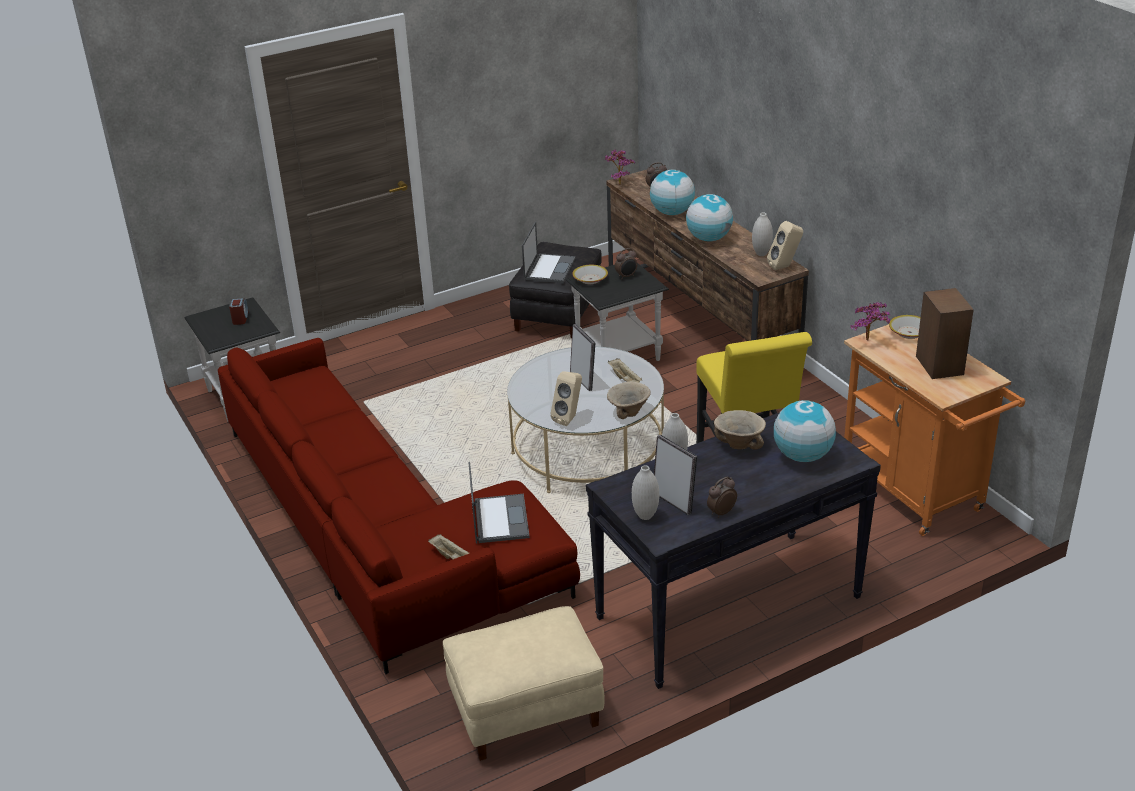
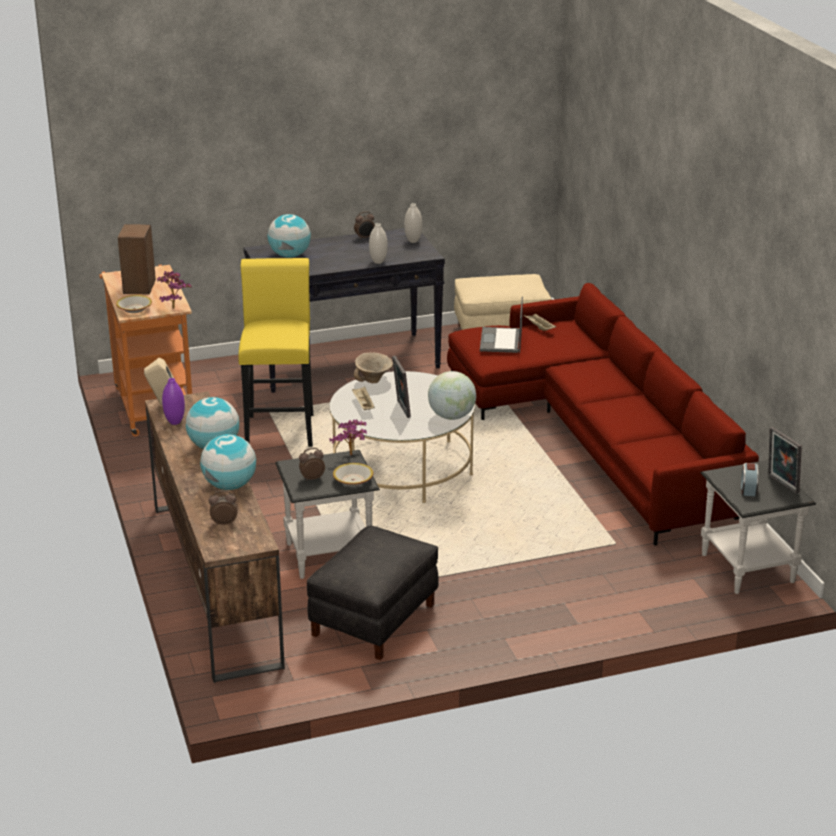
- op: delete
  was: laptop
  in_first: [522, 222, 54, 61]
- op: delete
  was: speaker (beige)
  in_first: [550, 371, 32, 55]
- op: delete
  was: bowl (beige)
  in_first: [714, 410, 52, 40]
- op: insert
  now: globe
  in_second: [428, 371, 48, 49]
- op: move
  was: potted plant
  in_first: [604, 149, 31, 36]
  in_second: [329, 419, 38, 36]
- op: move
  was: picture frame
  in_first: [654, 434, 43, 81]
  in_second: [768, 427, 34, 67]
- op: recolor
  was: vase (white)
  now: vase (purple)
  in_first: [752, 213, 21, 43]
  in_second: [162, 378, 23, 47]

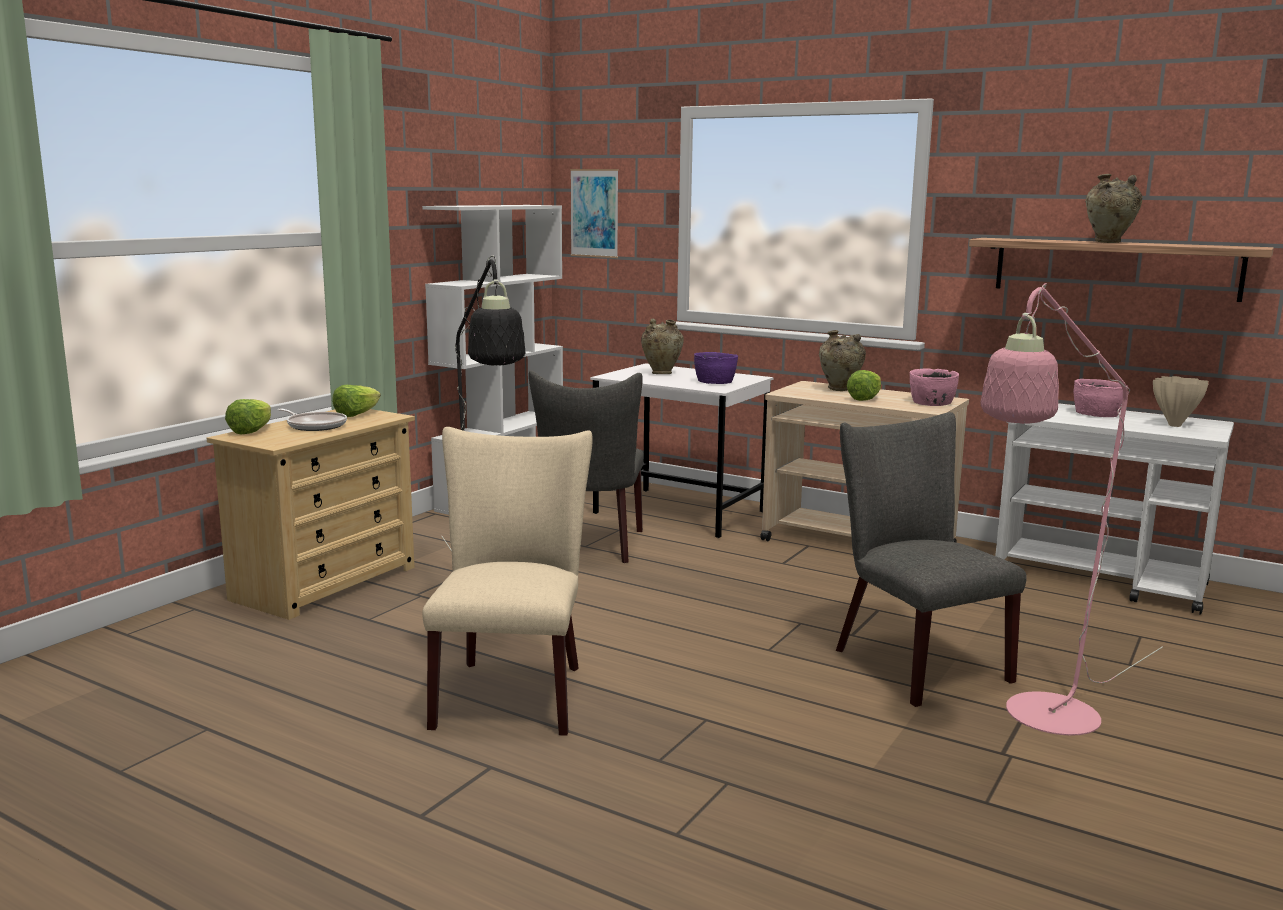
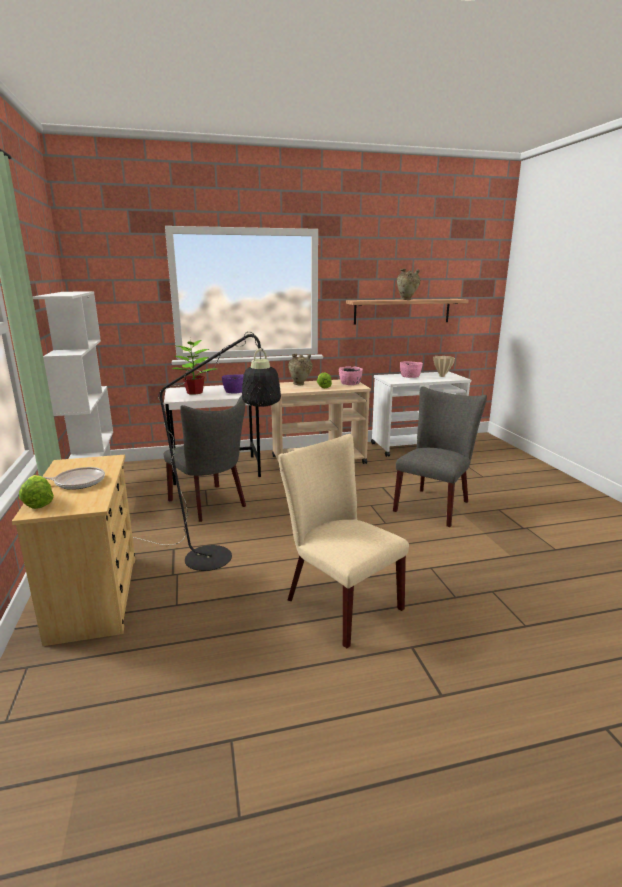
- op: delete
  was: lettuce
  in_first: [332, 385, 49, 32]
- op: delete
  was: picture
  in_first: [570, 169, 49, 89]
- op: delete
  was: floor lamp (pink)
  in_first: [980, 283, 183, 453]
- op: replace
  was: vase (beige)
  now: potted plant
  in_first: [641, 319, 43, 55]
  in_second: [172, 338, 45, 57]
- op: rotate
  was: chair (grey)
  in_first: [836, 412, 191, 295]
  in_second: [393, 386, 94, 141]
  clockwise: 105

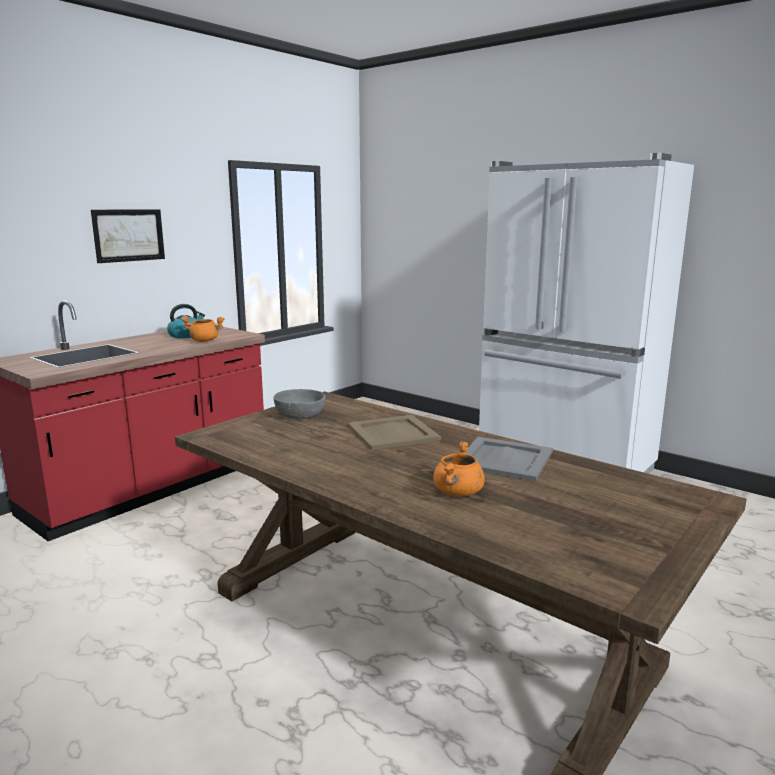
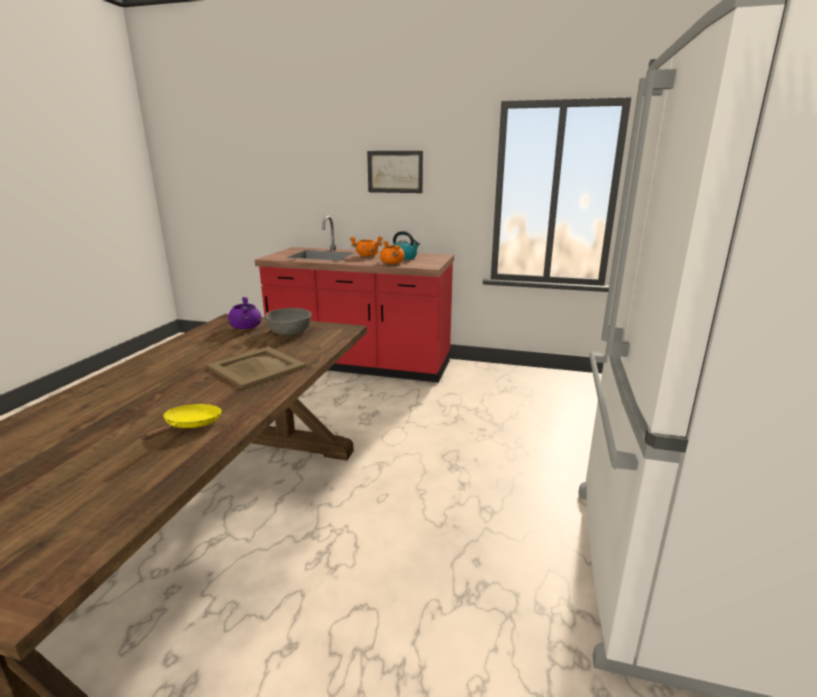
- op: insert
  now: cooking pot (purple)
  in_second: [228, 297, 34, 32]
- op: move
  was: cooking pot (orange)
  in_first: [433, 442, 52, 54]
  in_second: [350, 236, 33, 21]
- op: replace
  was: tray (grey)
  now: frying pan (yellow)
  in_first: [466, 437, 87, 44]
  in_second: [140, 404, 82, 36]

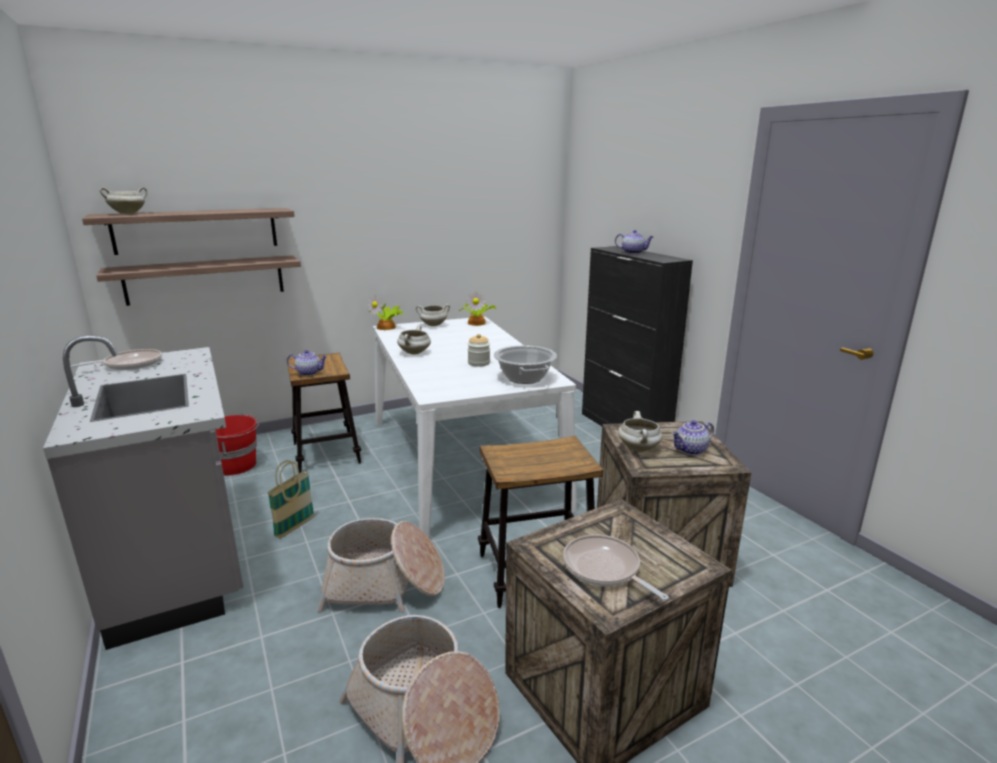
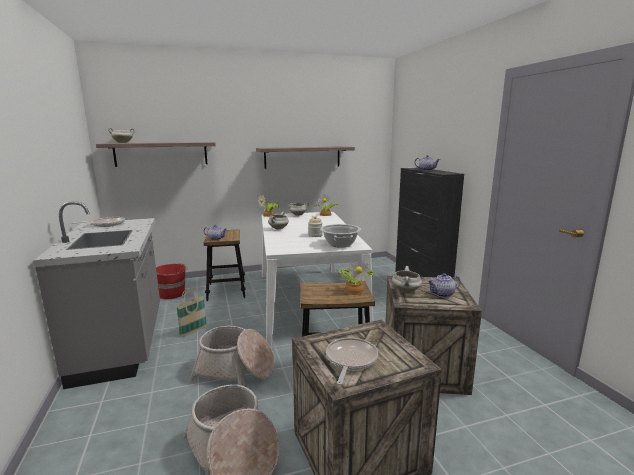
- op: insert
  now: potted plant
  in_second: [338, 259, 36, 36]
- op: move
  was: shelf
  in_first: [96, 255, 205, 51]
  in_second: [256, 146, 99, 23]
- op: rotate
  was: frying pan
  in_first: [563, 535, 106, 65]
  in_second: [326, 338, 52, 47]
  clockwise: 45

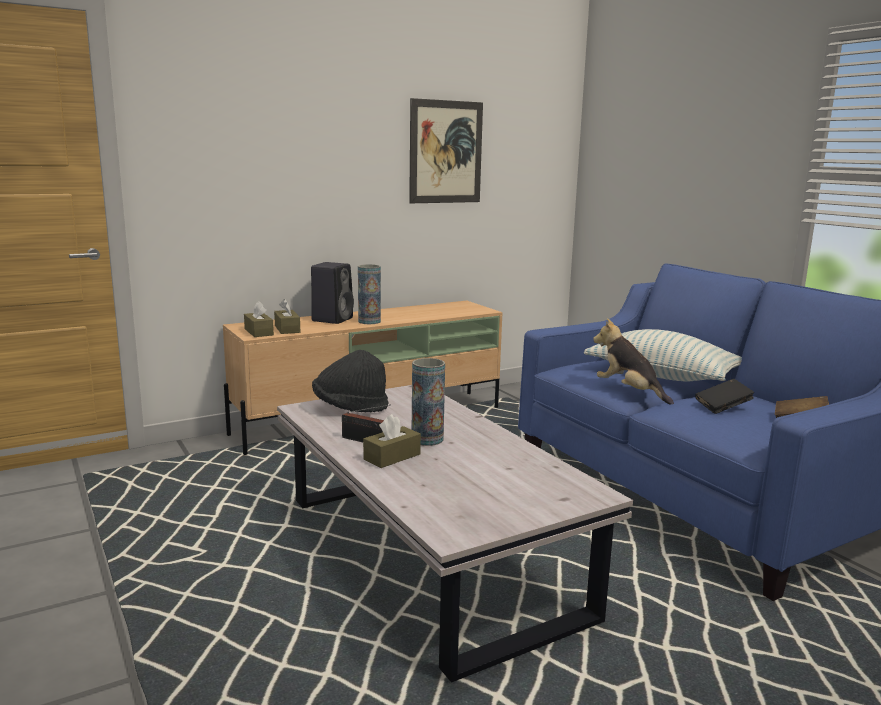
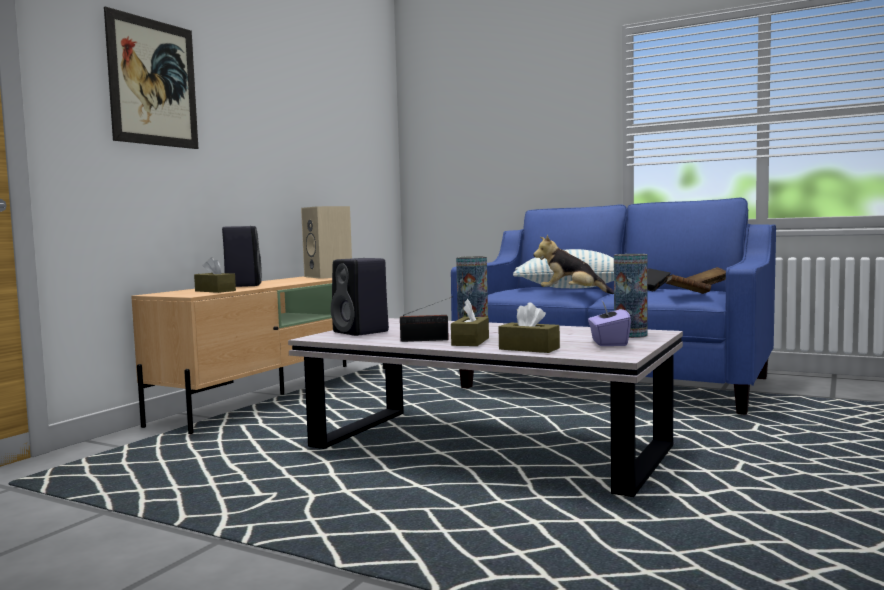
- op: insert
  now: speaker (beige)
  in_second: [301, 206, 51, 73]
- op: insert
  now: tissue box (purple)
  in_second: [588, 301, 43, 45]
- op: insert
  now: book (brown)
  in_second: [666, 274, 45, 20]
- op: move
  was: tissue box (brown)
  in_first: [244, 301, 30, 36]
  in_second: [498, 302, 62, 51]
- op: move
  was: vase
  in_first: [358, 264, 23, 60]
  in_second: [614, 254, 34, 84]
- op: move
  was: picture
  in_first: [409, 98, 74, 105]
  in_second: [104, 6, 94, 143]
- op: replace
  was: hat (black)
  now: speaker (black)
  in_first: [312, 350, 77, 62]
  in_second: [331, 258, 58, 78]

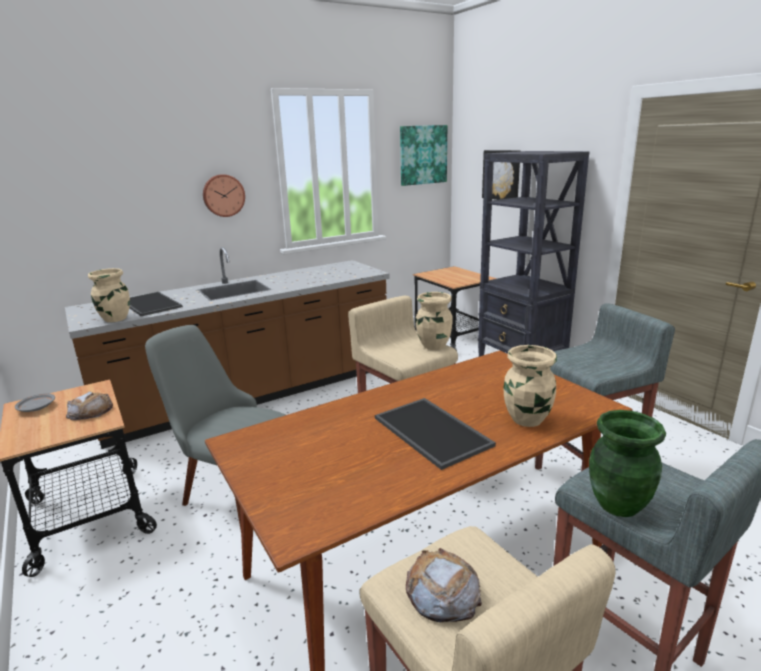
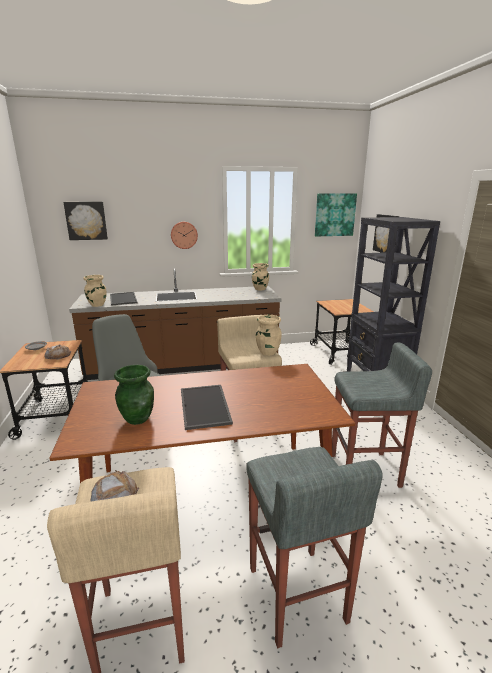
- op: insert
  now: picture
  in_second: [63, 202, 45, 38]
- op: move
  was: vase (beige)
  in_first: [503, 345, 54, 82]
  in_second: [252, 263, 17, 28]
- op: move
  was: vase (green)
  in_first: [589, 410, 77, 107]
  in_second: [114, 365, 40, 60]

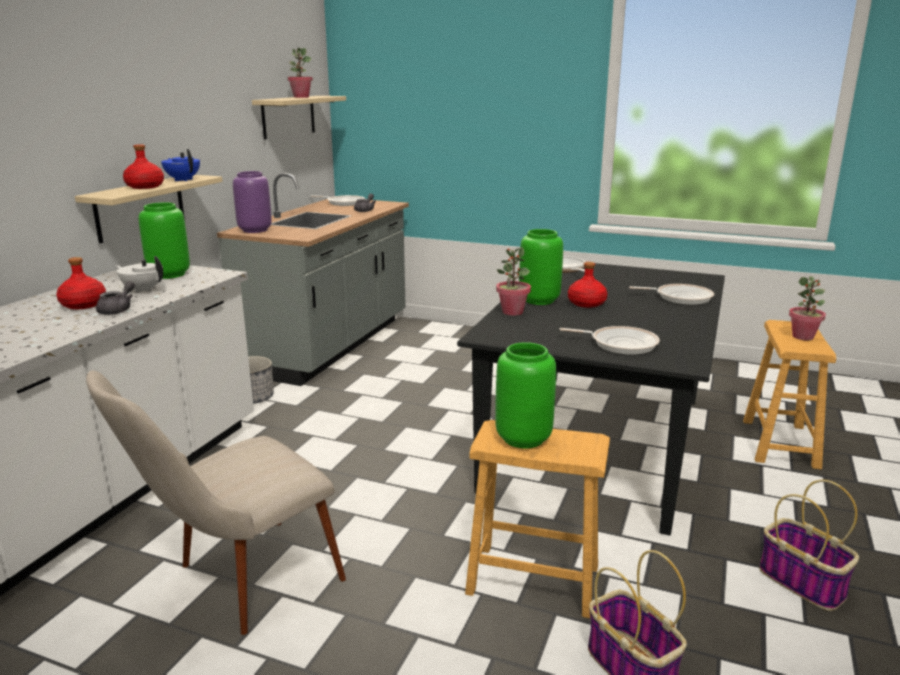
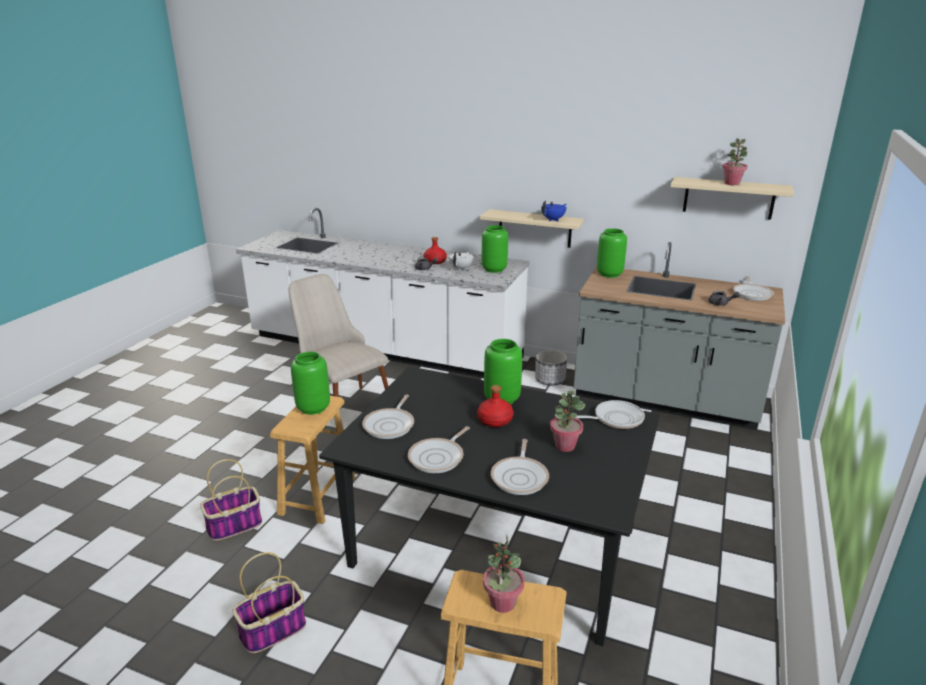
- op: delete
  was: bottle (red)
  in_first: [123, 144, 41, 45]
- op: insert
  now: frying pan
  in_second: [408, 426, 62, 47]
- op: move
  was: potted plant
  in_first: [496, 247, 35, 68]
  in_second: [550, 390, 35, 62]
- op: recolor
  was: vase (purple)
  now: vase (green)
  in_first: [233, 171, 39, 62]
  in_second: [597, 228, 30, 50]

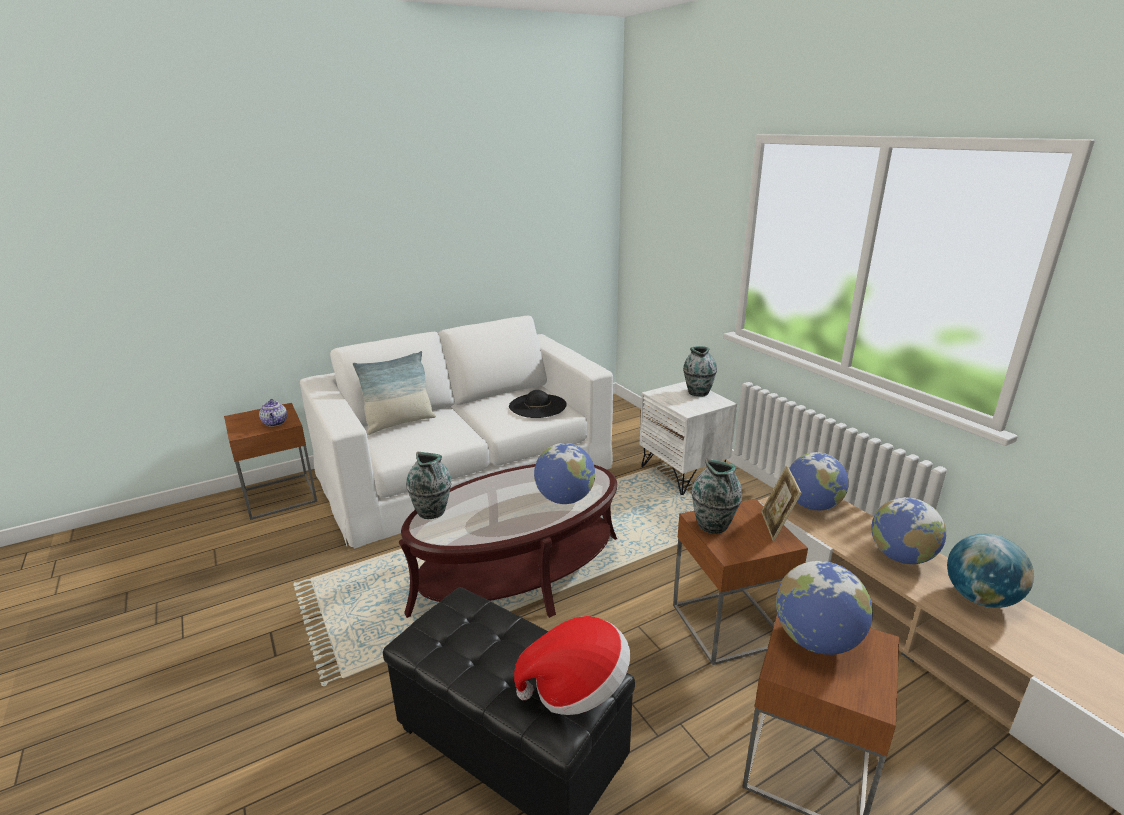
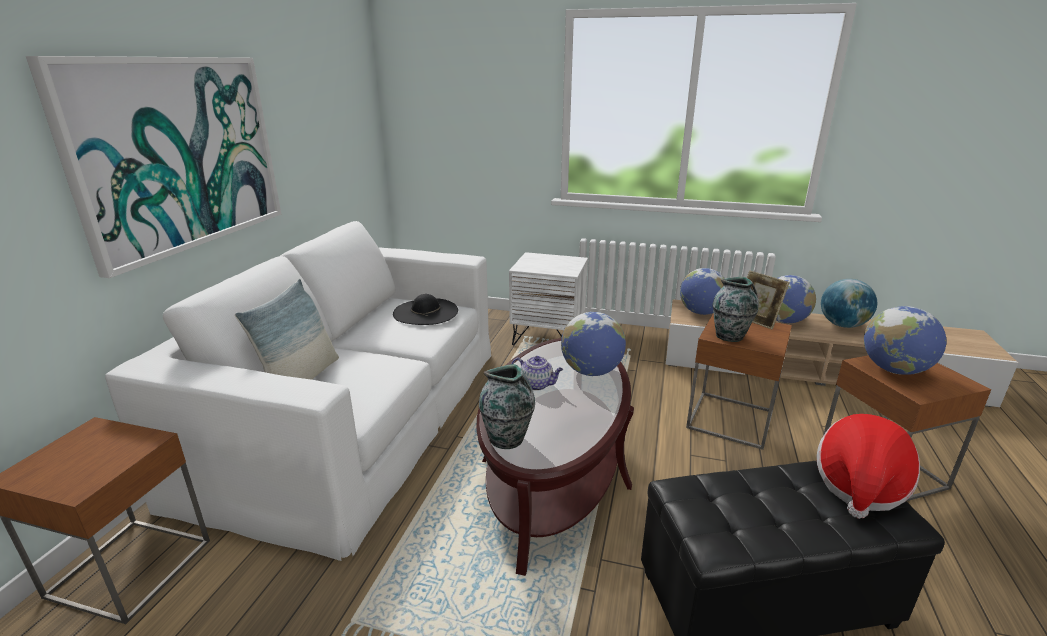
- op: delete
  was: vase
  in_first: [683, 346, 34, 51]
- op: insert
  now: picture
  in_second: [26, 56, 255, 222]
- op: move
  was: teapot
  in_first: [259, 399, 28, 28]
  in_second: [511, 356, 52, 35]

